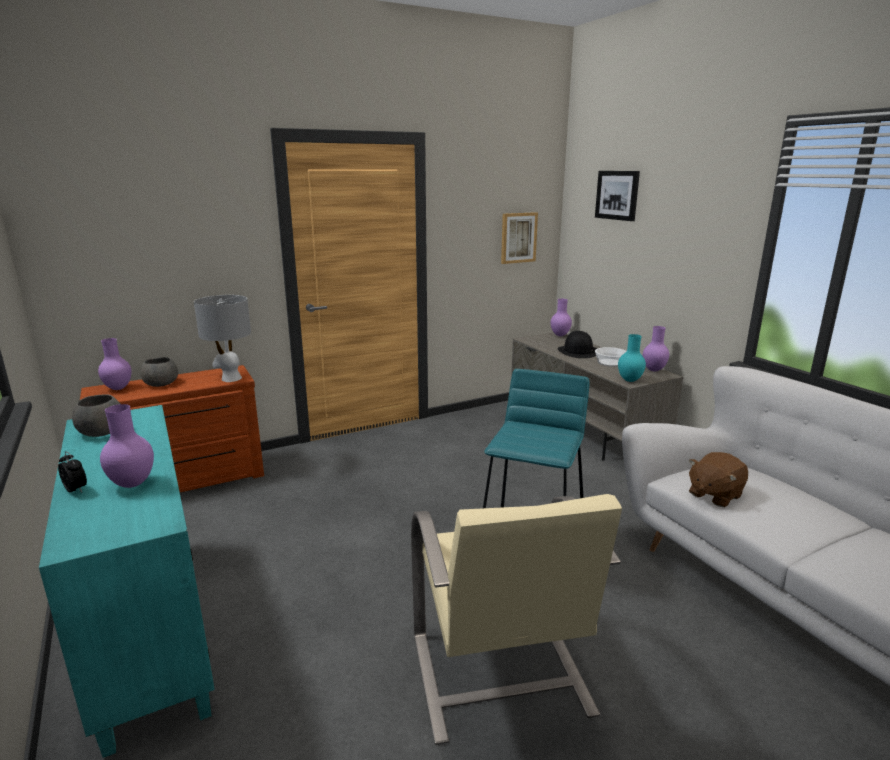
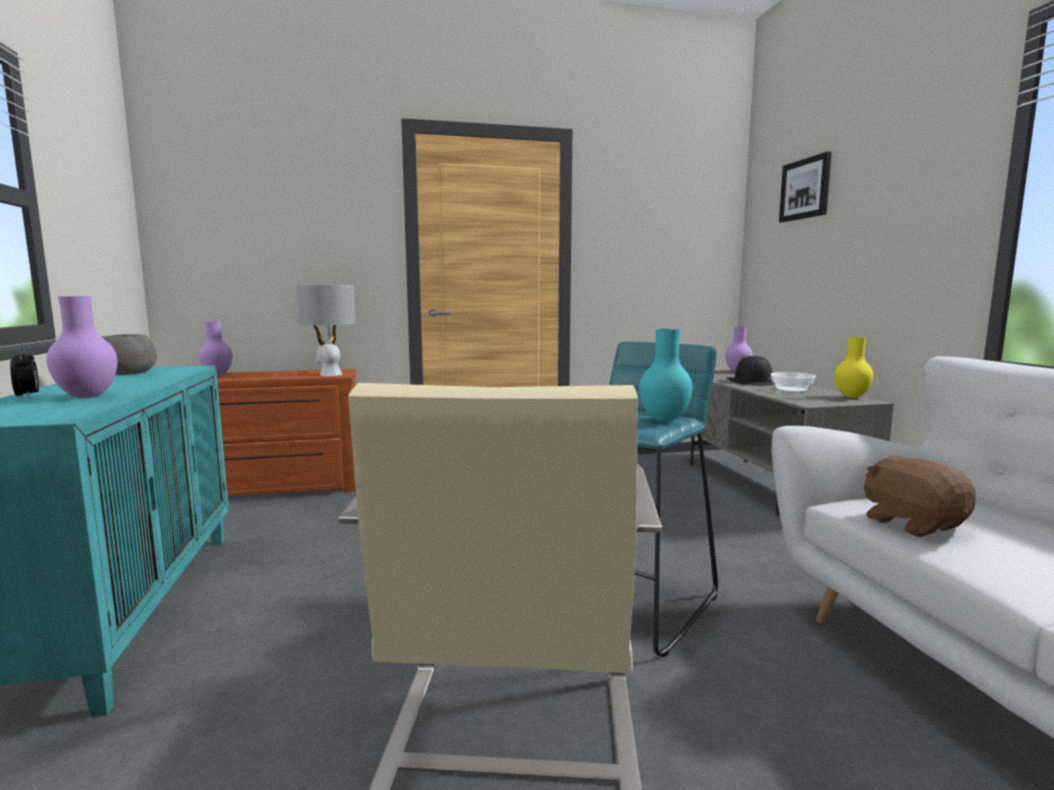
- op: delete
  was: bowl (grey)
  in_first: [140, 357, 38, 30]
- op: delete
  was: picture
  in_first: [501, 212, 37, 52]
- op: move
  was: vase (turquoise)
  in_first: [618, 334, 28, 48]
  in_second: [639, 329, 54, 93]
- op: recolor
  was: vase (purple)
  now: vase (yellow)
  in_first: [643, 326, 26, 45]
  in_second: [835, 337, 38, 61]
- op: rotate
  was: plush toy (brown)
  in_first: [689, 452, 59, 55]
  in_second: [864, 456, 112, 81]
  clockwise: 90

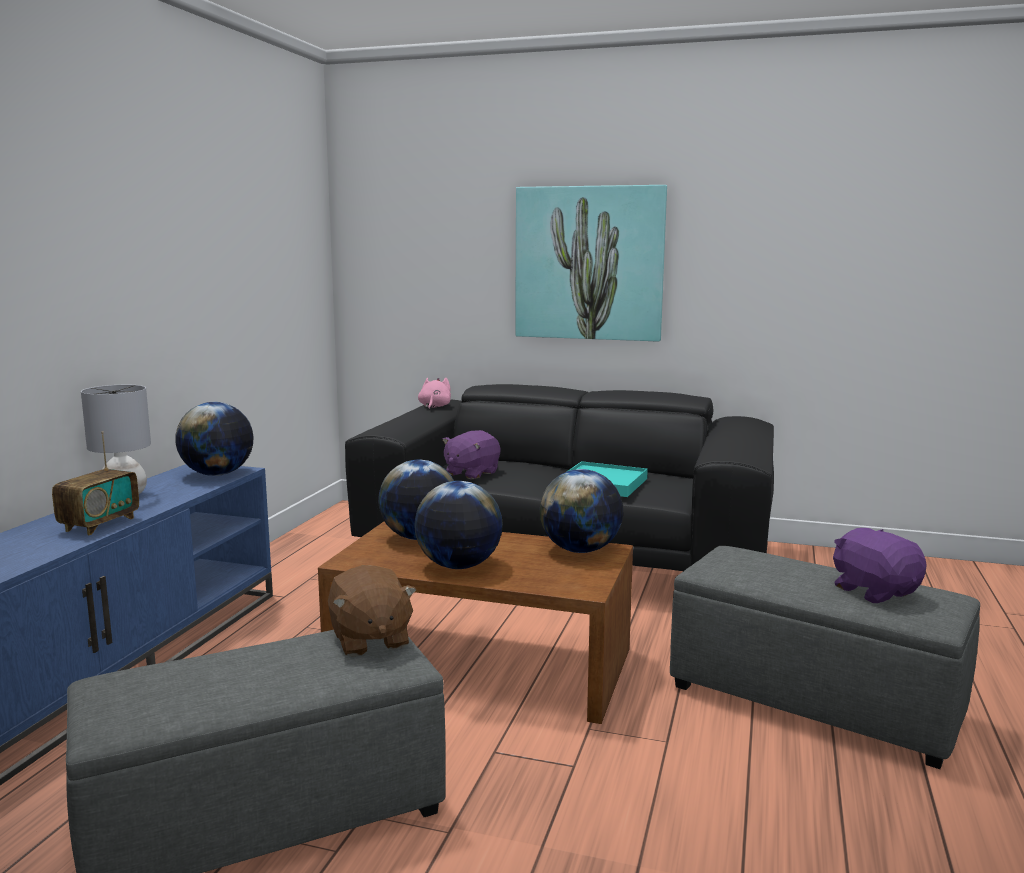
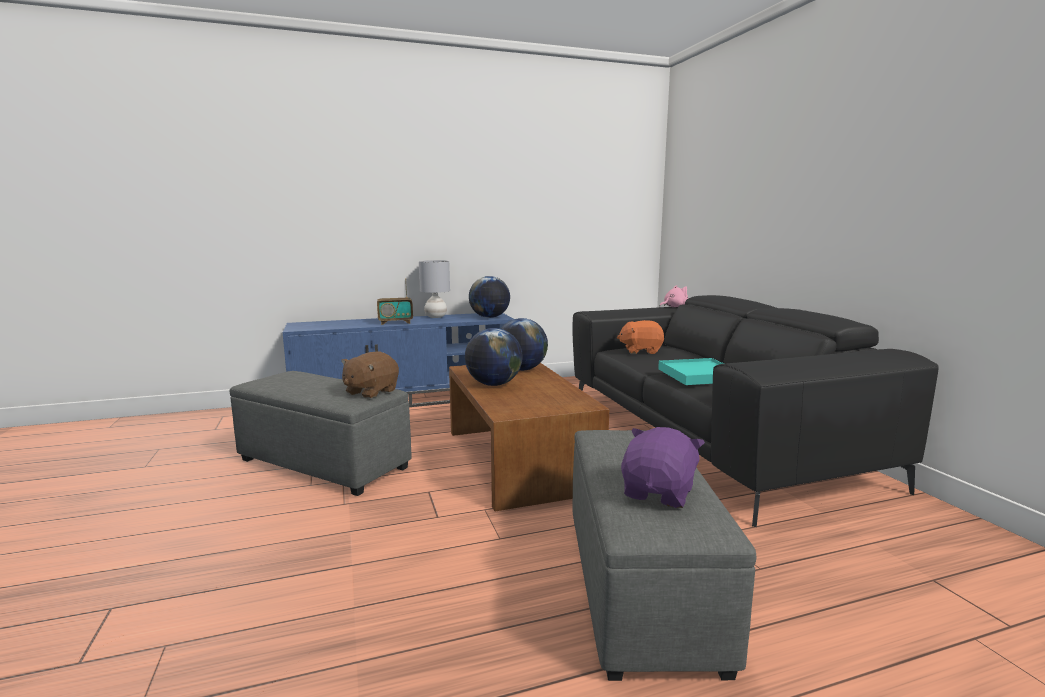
- op: delete
  was: picture
  in_first: [515, 185, 152, 157]
- op: delete
  was: globe
  in_first: [540, 469, 83, 84]
- op: recolor
  was: plush toy (purple)
  now: plush toy (orange)
  in_first: [442, 430, 59, 49]
  in_second: [617, 320, 47, 34]

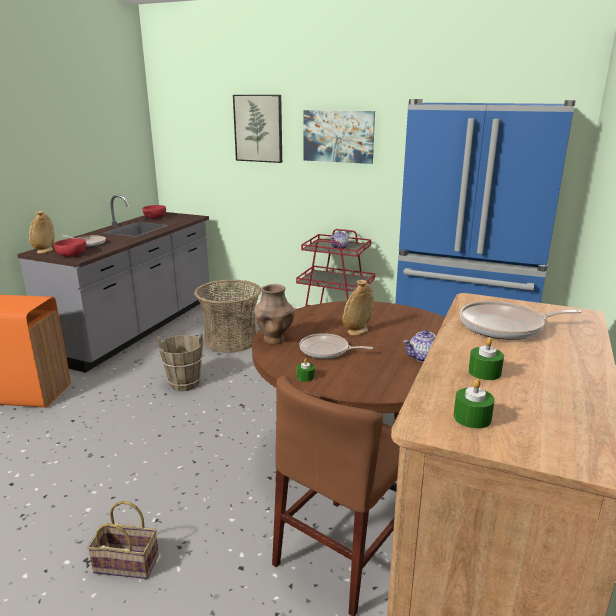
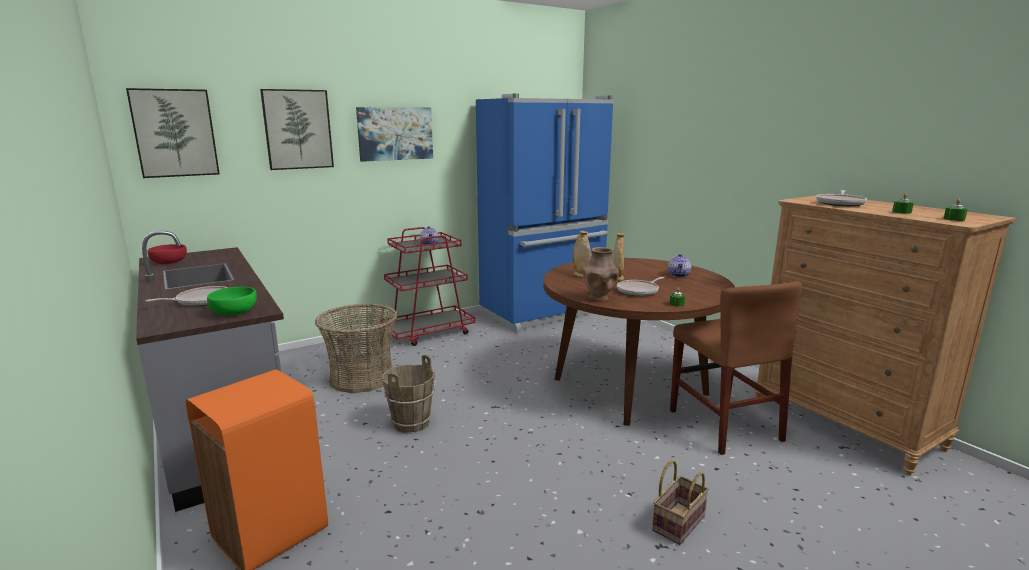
- op: insert
  now: picture
  in_second: [126, 88, 94, 90]
- op: move
  was: vase (beige)
  in_first: [29, 211, 26, 43]
  in_second: [573, 231, 19, 47]
- op: recolor
  was: bowl (red)
  now: bowl (green)
  in_first: [54, 238, 32, 19]
  in_second: [207, 287, 50, 29]

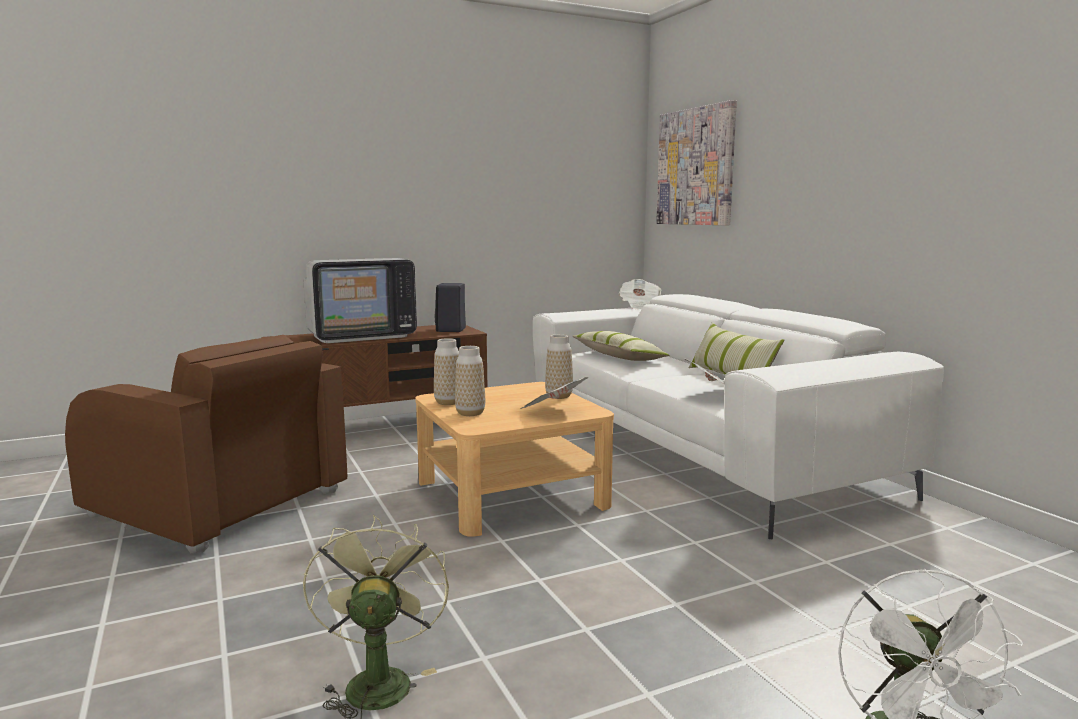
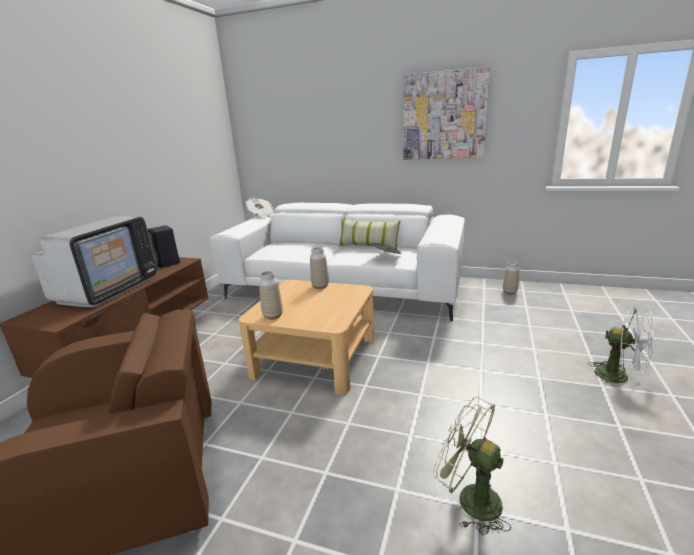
- op: delete
  was: newspaper
  in_first: [520, 377, 68, 32]
- op: delete
  was: pillow
  in_first: [572, 331, 97, 30]
- op: move
  was: vase
  in_first: [455, 346, 30, 70]
  in_second: [503, 261, 16, 33]
- op: move
  was: picture
  in_first: [656, 100, 81, 125]
  in_second: [403, 67, 87, 92]

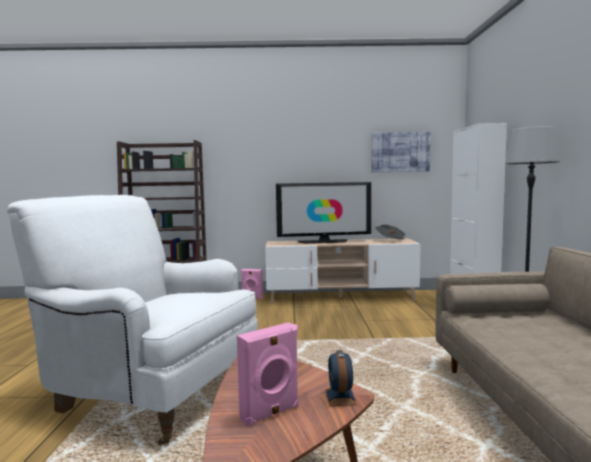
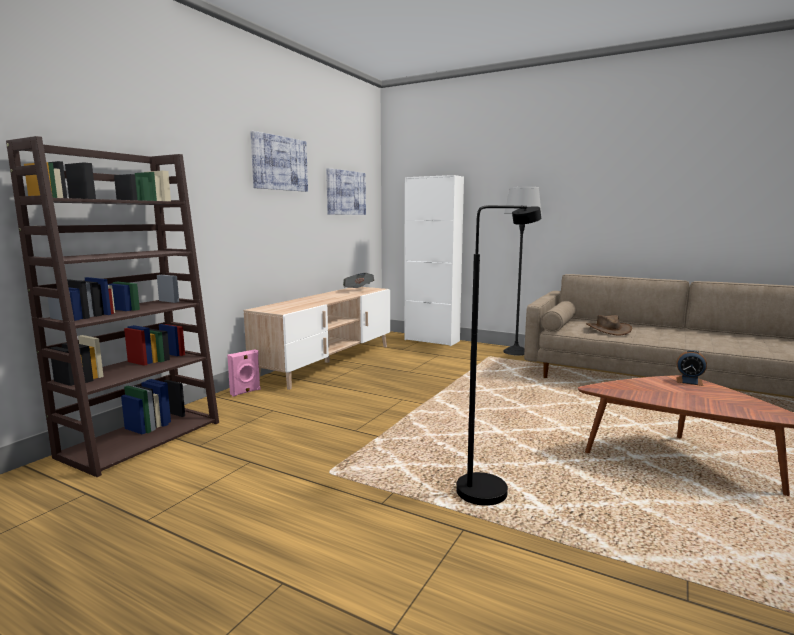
- op: delete
  was: speaker (pink)
  in_first: [237, 322, 62, 105]
- op: delete
  was: television
  in_first: [276, 182, 95, 62]
- op: insert
  now: picture
  in_second: [250, 131, 58, 61]
- op: insert
  now: hat (brown)
  in_second: [586, 315, 46, 21]
- op: replace
  was: armchair (white)
  now: floor lamp (black)
  in_first: [7, 195, 251, 250]
  in_second: [456, 205, 85, 301]

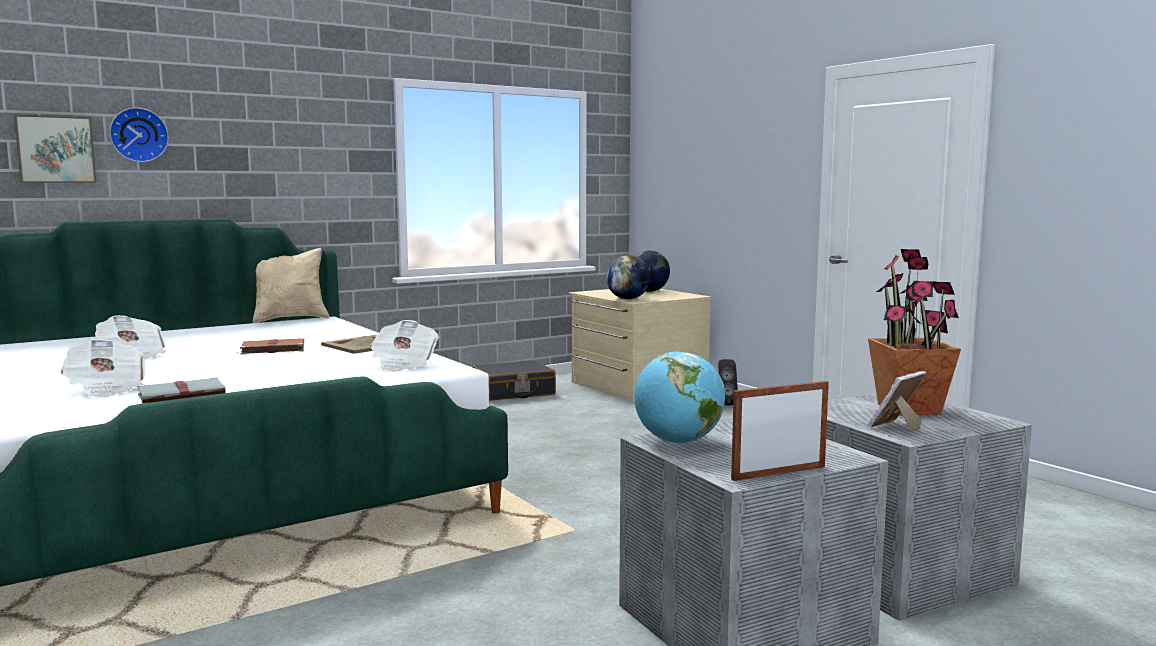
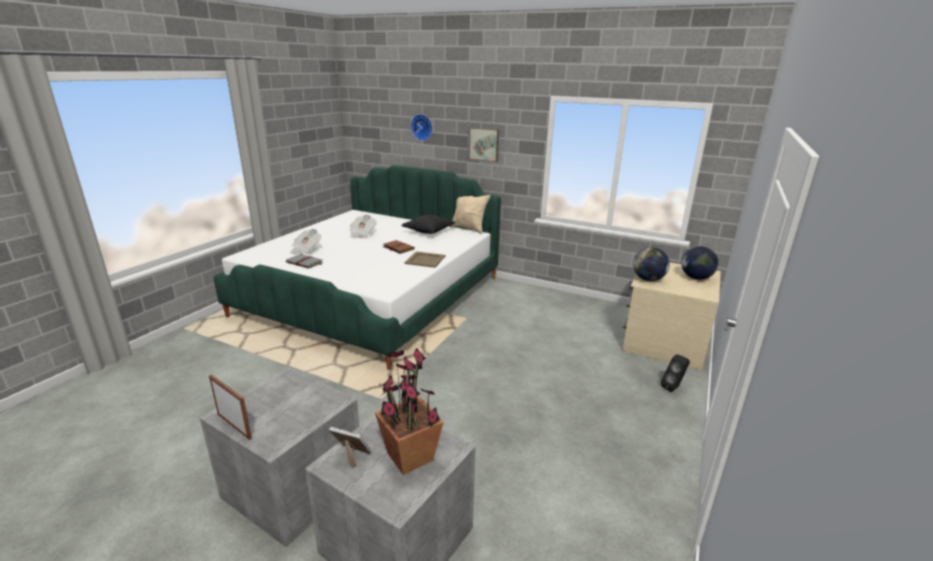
- op: delete
  was: newspaper
  in_first: [370, 320, 69, 52]
- op: delete
  was: suitcase (black)
  in_first: [472, 360, 84, 41]
- op: delete
  was: globe
  in_first: [634, 352, 91, 91]
- op: insert
  now: pillow (black)
  in_second: [401, 215, 55, 19]
- op: move
  was: picture
  in_first: [14, 115, 82, 68]
  in_second: [468, 127, 31, 35]

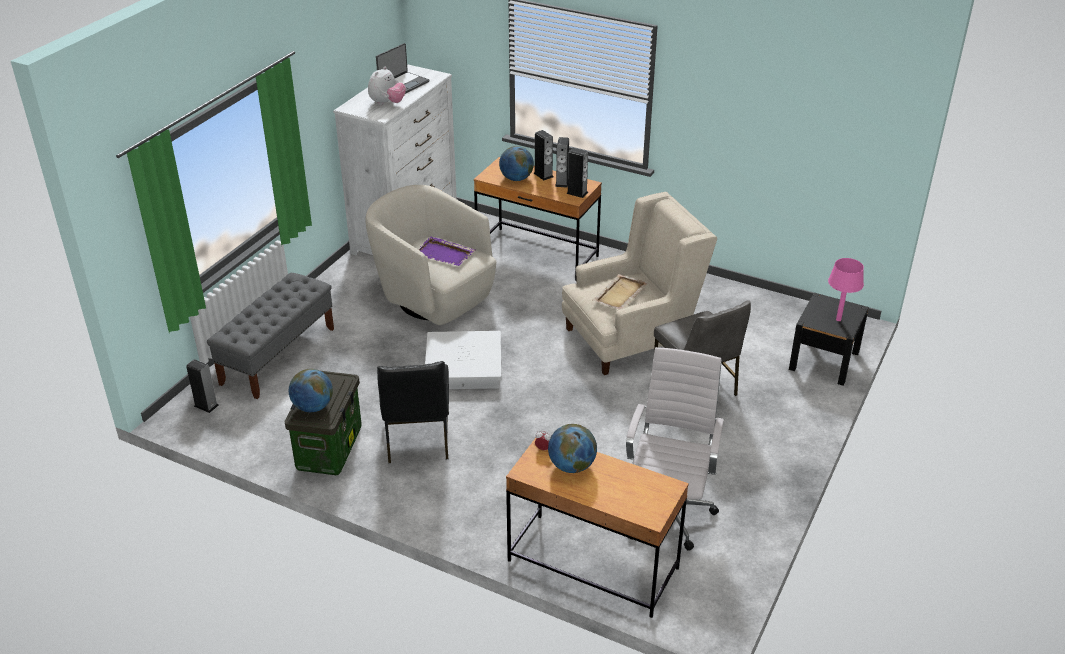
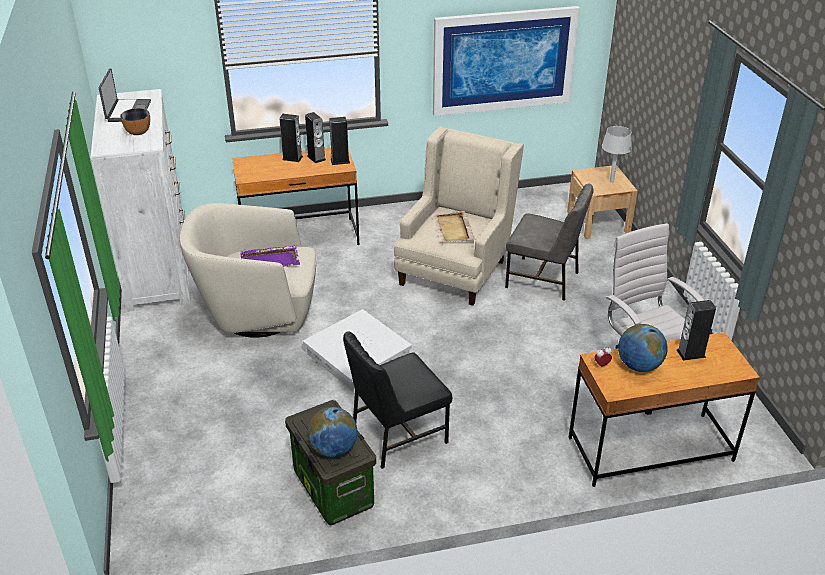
- op: delete
  was: bench (grey)
  in_first: [207, 273, 127, 126]
- op: delete
  was: globe
  in_first: [499, 146, 35, 35]
- op: insert
  now: picture
  in_second: [433, 6, 147, 110]
- op: move
  was: speaker
  in_first: [186, 359, 33, 54]
  in_second: [677, 300, 39, 61]
- op: replace
  was: plush toy
  now: bowl
  in_first: [368, 66, 38, 39]
  in_second: [120, 108, 30, 27]
- op: recolor
  was: nightstand (black)
  now: nightstand (beige)
  in_first: [789, 293, 80, 93]
  in_second: [567, 165, 71, 74]
- op: recolor
  was: table lamp (pink)
  now: table lamp (grey)
  in_first: [828, 258, 36, 63]
  in_second: [602, 126, 30, 57]
- op: rotate
  was: chair (black)
  in_first: [377, 361, 72, 102]
  in_second: [343, 331, 109, 138]
  clockwise: 105

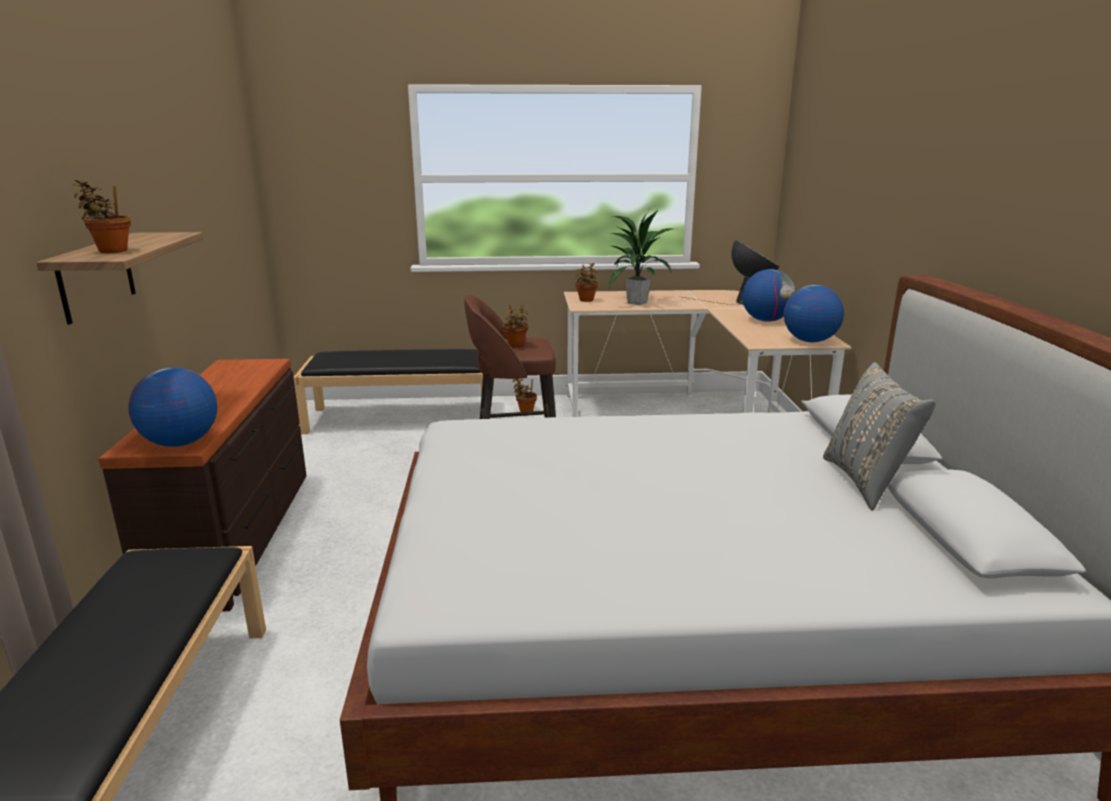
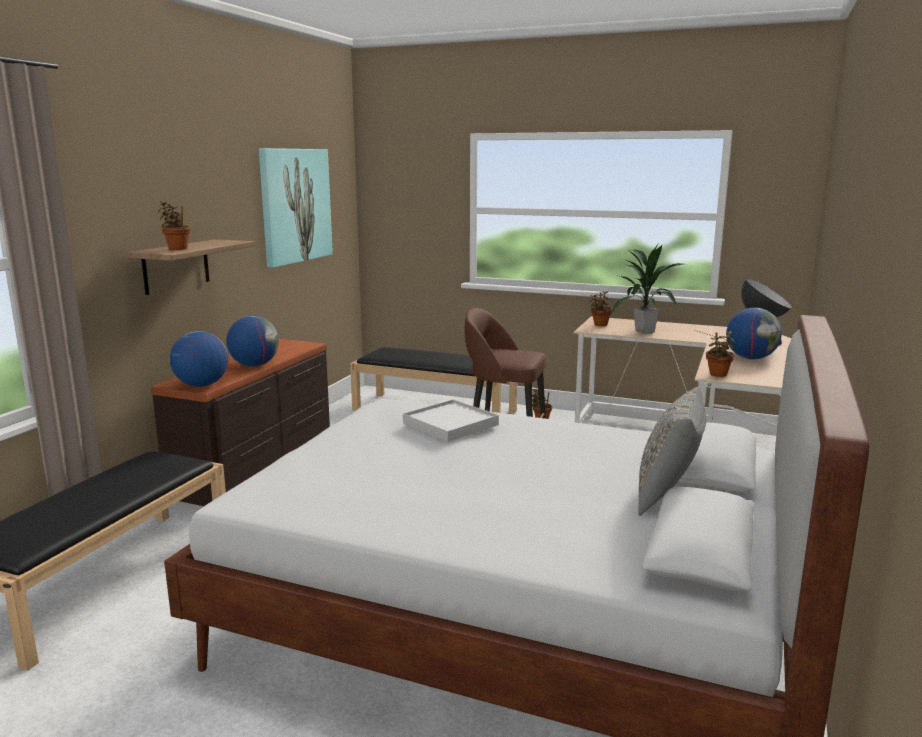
- op: insert
  now: picture
  in_second: [259, 148, 74, 120]
- op: insert
  now: tray (white)
  in_second: [403, 399, 96, 43]
- op: move
  was: potted plant
  in_first: [503, 303, 25, 44]
  in_second: [706, 331, 29, 46]
- op: move
  was: globe
  in_first: [784, 285, 60, 57]
  in_second: [226, 316, 53, 51]

